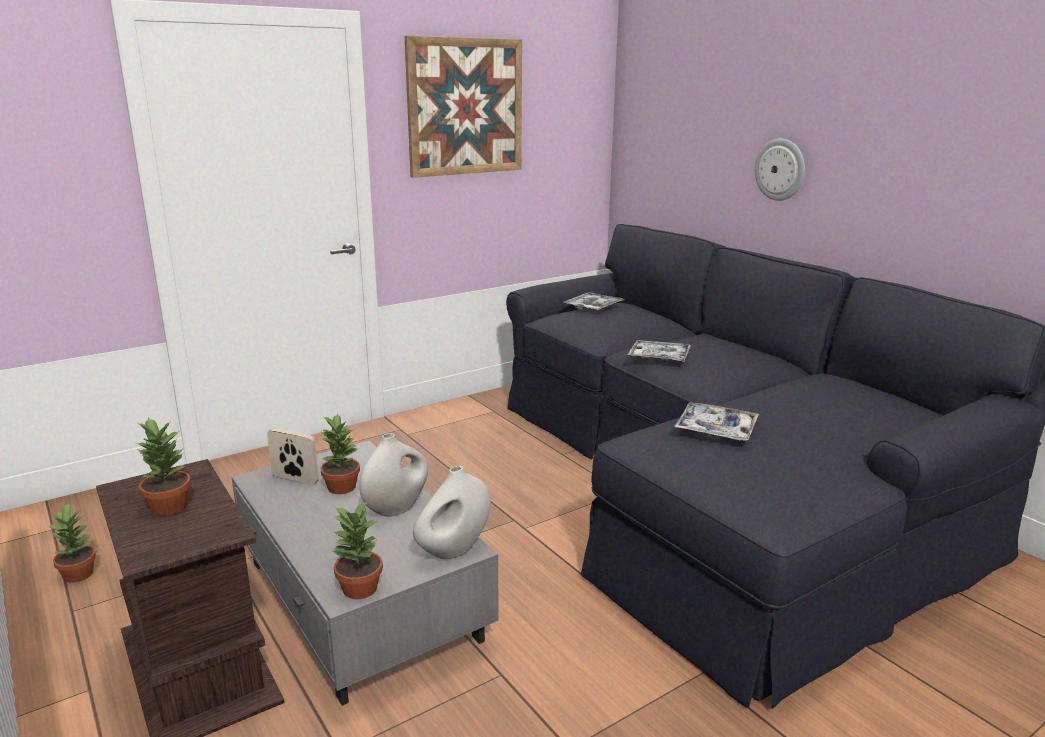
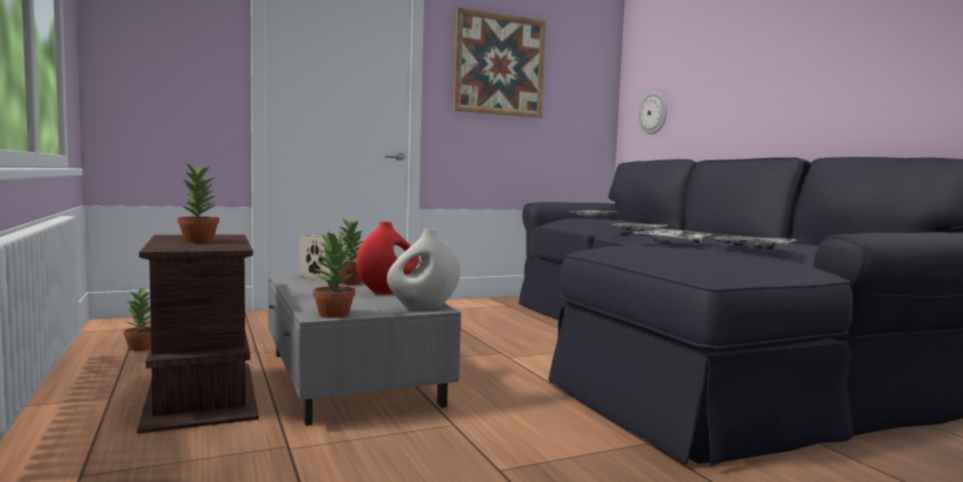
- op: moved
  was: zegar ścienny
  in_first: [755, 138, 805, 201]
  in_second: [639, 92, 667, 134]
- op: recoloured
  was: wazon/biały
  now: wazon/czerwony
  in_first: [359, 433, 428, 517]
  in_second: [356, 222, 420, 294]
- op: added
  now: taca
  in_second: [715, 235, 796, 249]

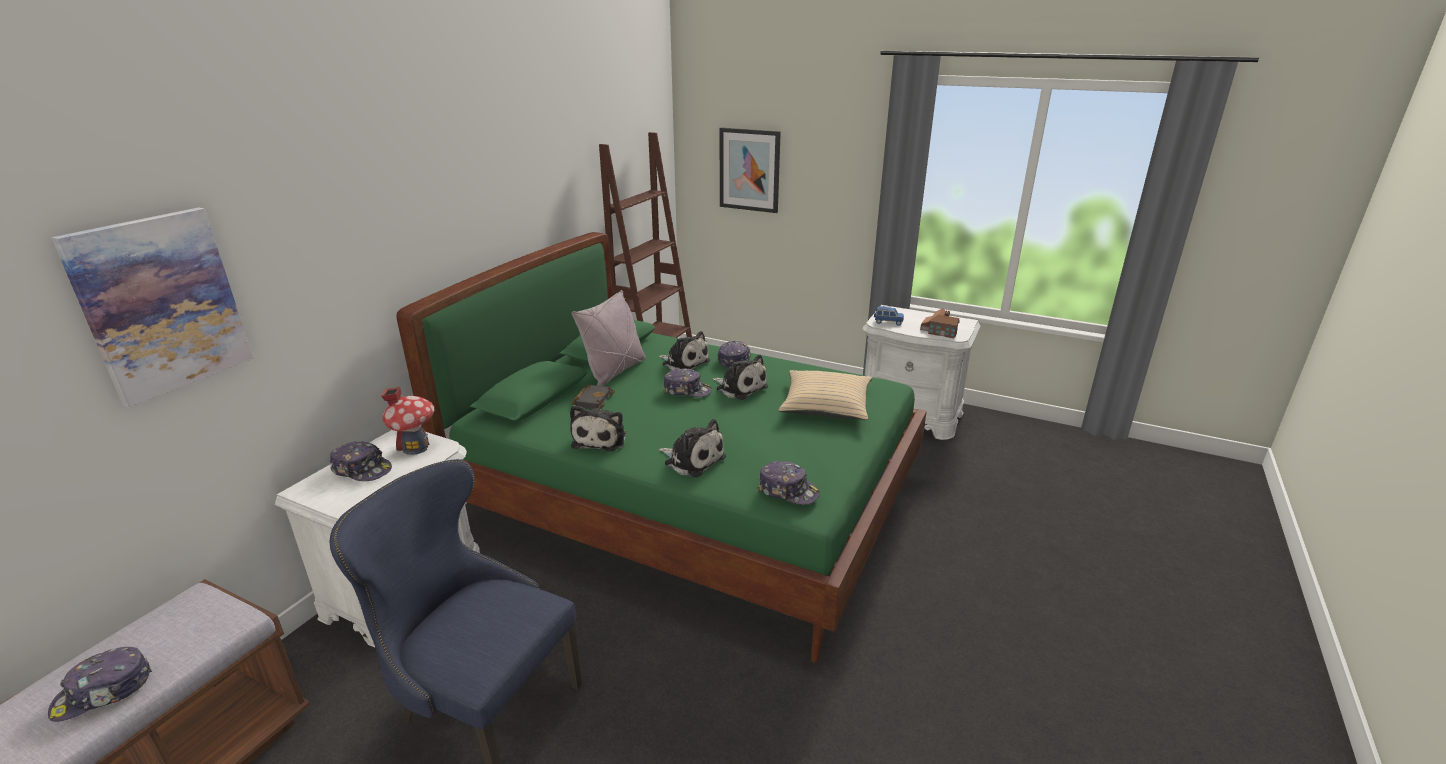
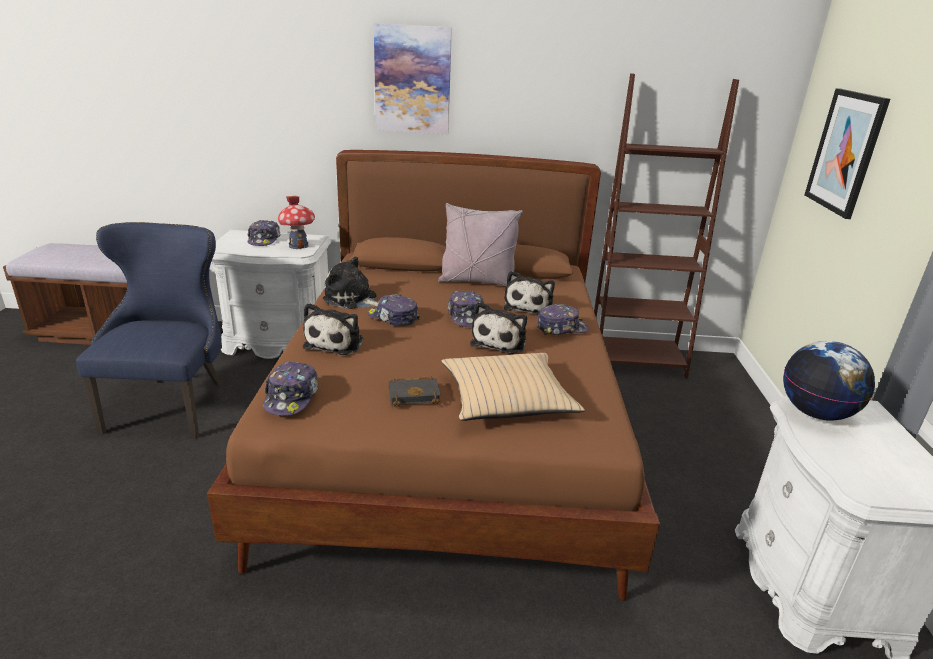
- op: moved
  was: obraz
  in_first: [51, 207, 253, 407]
  in_second: [374, 23, 452, 134]
- op: recoloured
  was: łóżko/zielony
  now: łóżko/brązowy
  in_first: [396, 232, 927, 663]
  in_second: [207, 150, 660, 601]
- op: replaced
  was: samochodzik/niebieski
  now: globus
  in_first: [874, 306, 904, 326]
  in_second: [783, 341, 875, 421]
- op: removed
  was: domek
  in_first: [920, 308, 960, 338]
- op: moved
  was: książka/czarny
  in_first: [572, 385, 615, 409]
  in_second: [389, 377, 441, 407]
- op: turned
  was: pluszak
  in_first: [570, 405, 626, 451]
  in_second: [323, 256, 378, 309]
  clockwise: 45
- op: moved
  was: czapka z daszkiem
  in_first: [48, 647, 152, 722]
  in_second: [368, 294, 420, 326]

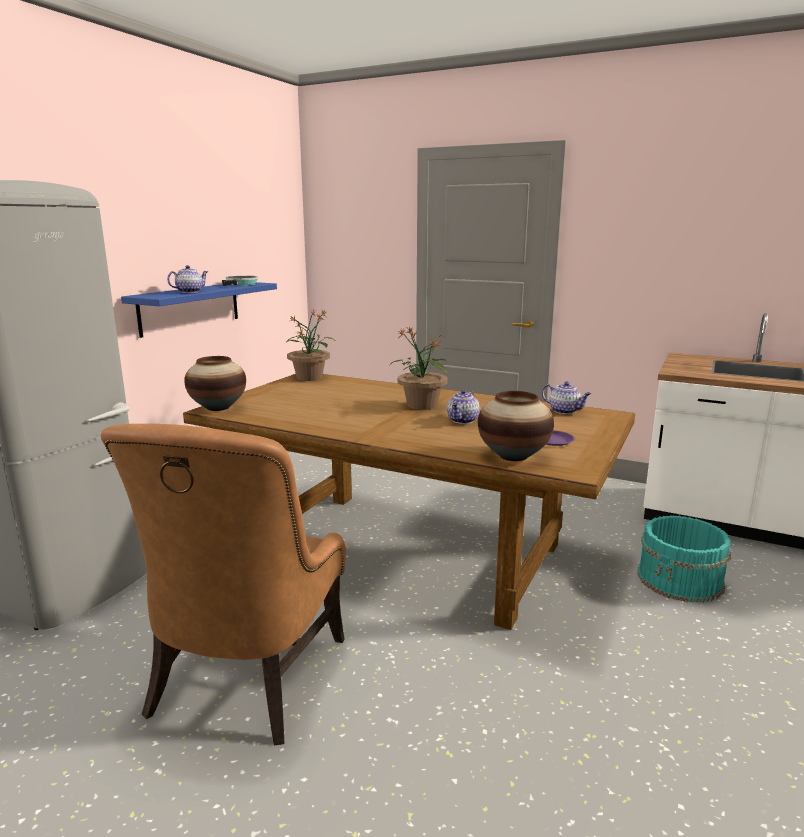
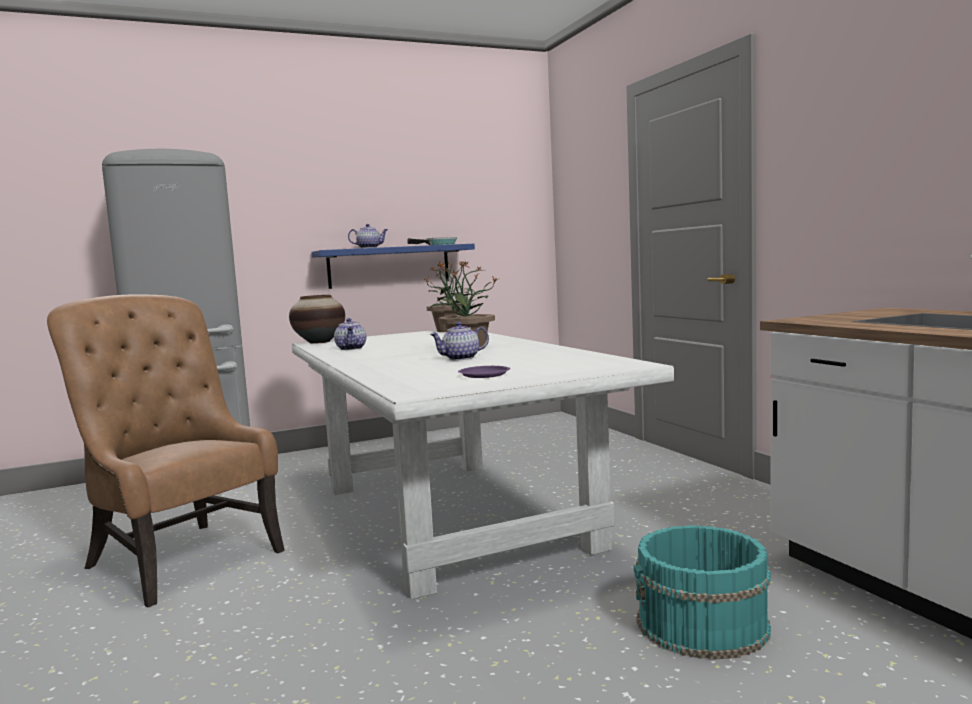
- op: recoloured
  was: stół jadalny/brązowy
  now: stół jadalny/biały
  in_first: [183, 374, 635, 630]
  in_second: [292, 330, 674, 599]
- op: moved
  was: imbryk
  in_first: [542, 382, 591, 414]
  in_second: [334, 318, 366, 350]
- op: removed
  was: wazon
  in_first: [478, 391, 554, 461]
- op: turned
  was: krzesło/brązowy
  in_first: [101, 424, 346, 746]
  in_second: [47, 294, 285, 608]
  clockwise: 75

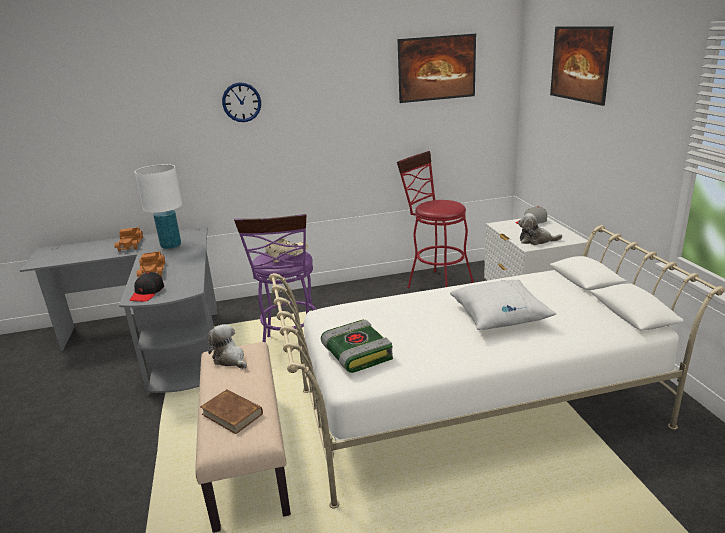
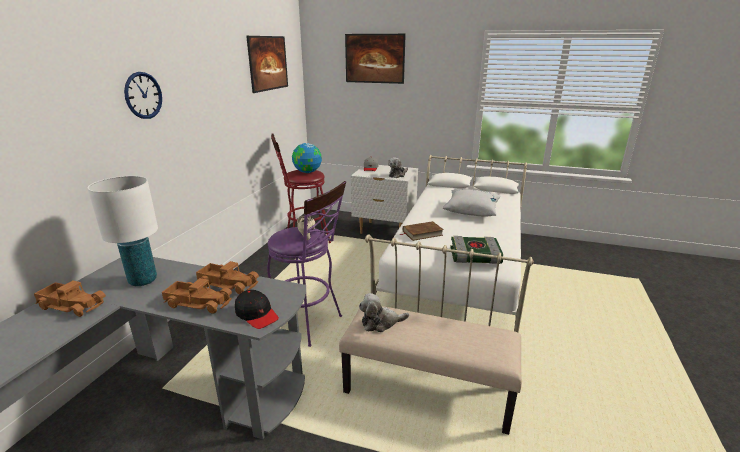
- op: moved
  was: książka/brązowy
  in_first: [200, 389, 263, 434]
  in_second: [399, 221, 444, 241]
- op: added
  now: globus
  in_second: [292, 143, 322, 173]
- op: added
  now: ciężarówka zabawkowa
  in_second: [196, 261, 259, 294]

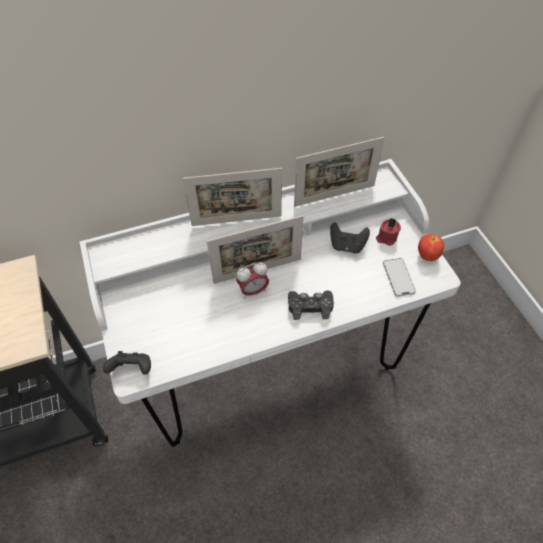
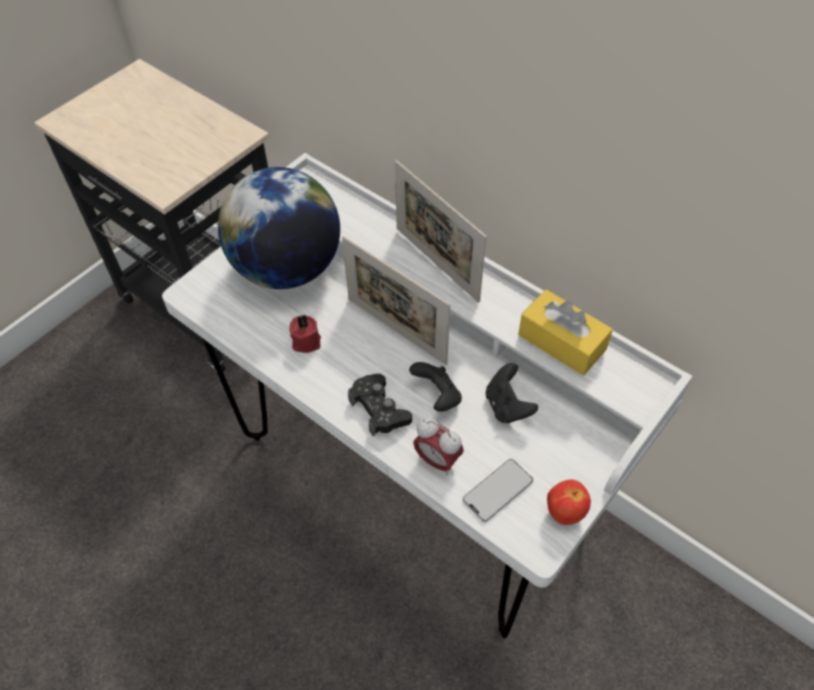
- op: replaced
  was: ramka na zdjęcie
  now: pudełko chusteczek/żółty
  in_first: [294, 137, 385, 207]
  in_second: [518, 290, 613, 376]
- op: moved
  was: świeca/czerwony
  in_first: [376, 218, 401, 246]
  in_second: [289, 314, 321, 353]
- op: moved
  was: budzik
  in_first: [236, 262, 269, 298]
  in_second: [413, 418, 464, 475]
- op: moved
  was: pad do gier/czarny
  in_first: [103, 351, 151, 375]
  in_second: [409, 362, 462, 412]
- op: added
  now: globus
  in_second: [218, 167, 340, 289]

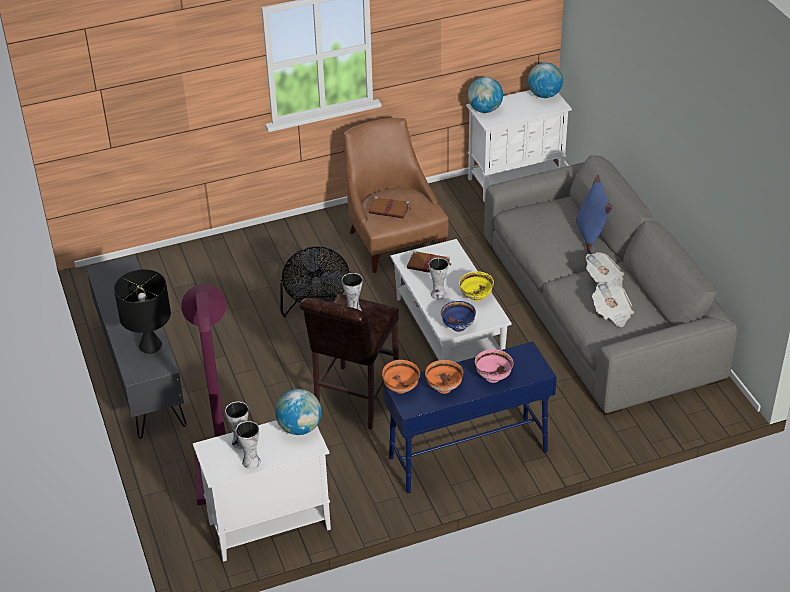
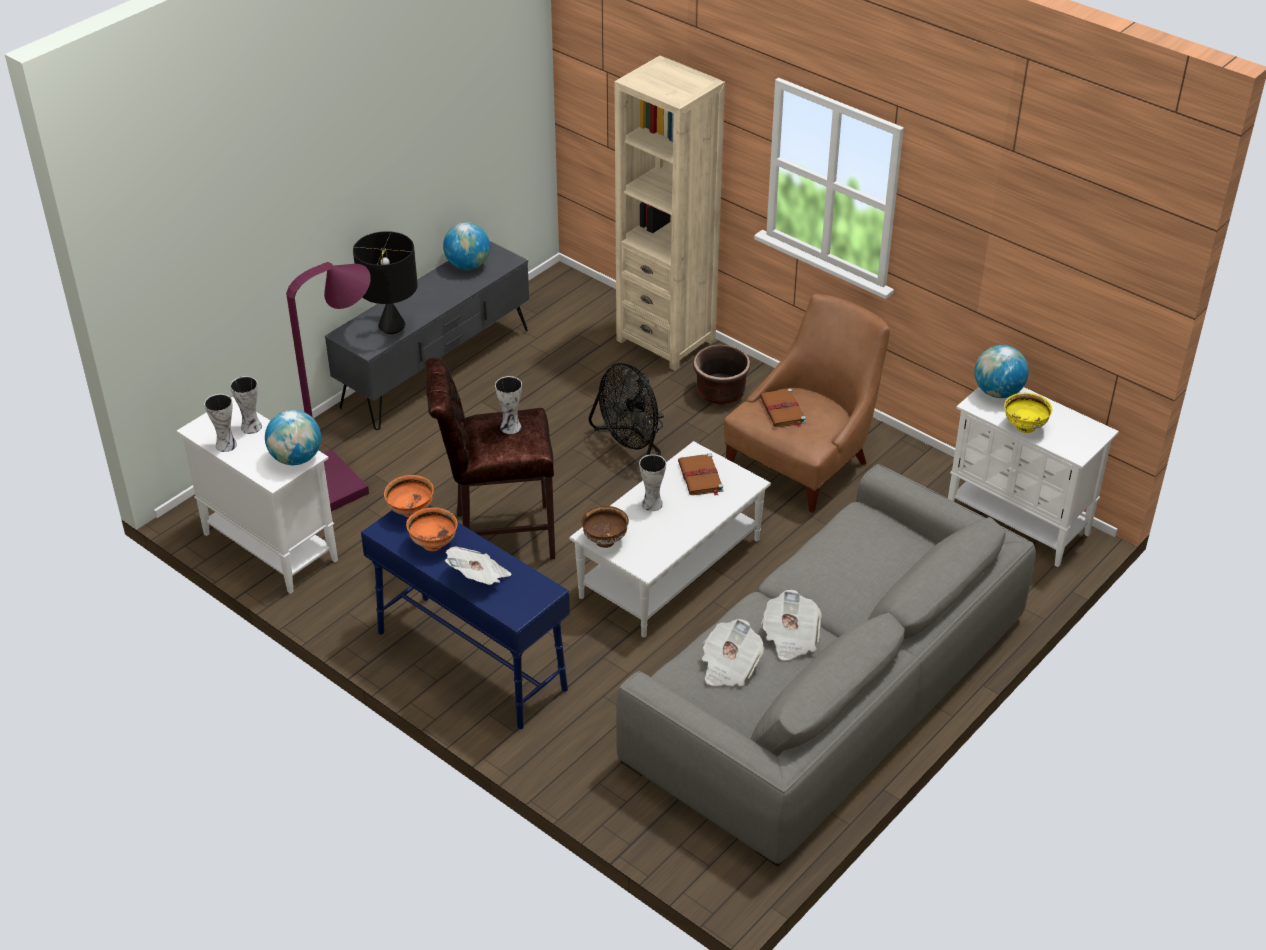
- op: moved
  was: globus
  in_first: [528, 63, 563, 98]
  in_second: [443, 222, 490, 270]
- op: removed
  was: poduszka/niebieski
  in_first: [576, 175, 613, 253]
- op: moved
  was: miska/żółty
  in_first: [459, 271, 494, 301]
  in_second: [1004, 393, 1052, 433]
- op: recoloured
  was: miska/niebieski
  now: miska/brązowy
  in_first: [441, 301, 476, 332]
  in_second: [581, 506, 629, 548]
- op: replaced
  was: miska/różowy
  now: gazeta
  in_first: [475, 349, 514, 383]
  in_second: [445, 546, 512, 585]
- op: added
  now: regał/beżowy
  in_second: [615, 56, 725, 370]
- op: added
  now: donica/brązowy
  in_second: [693, 344, 750, 405]

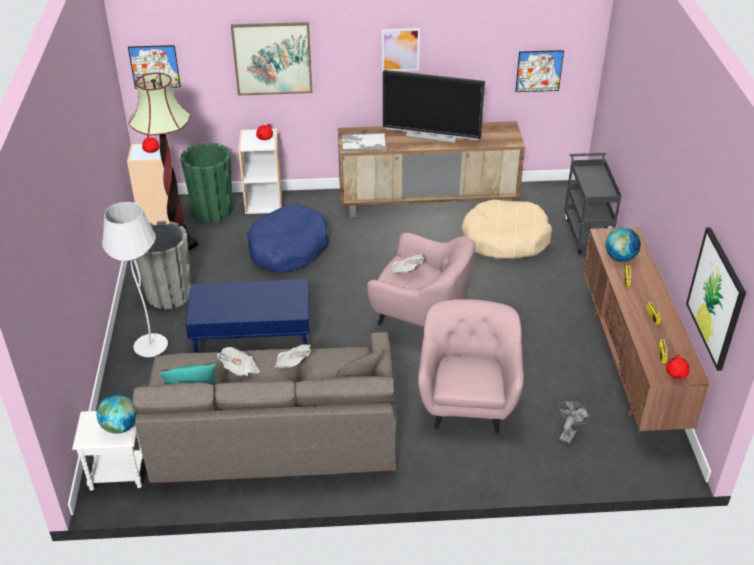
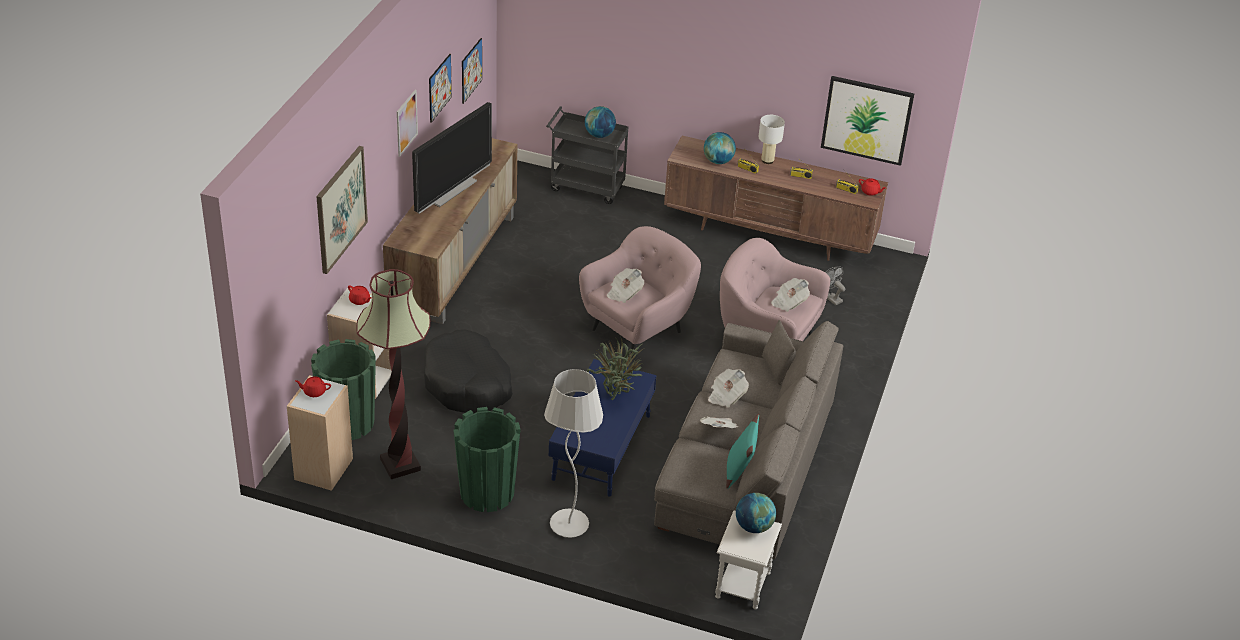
- op: moved
  was: obraz
  in_first: [128, 45, 181, 89]
  in_second: [429, 54, 452, 123]
- op: removed
  was: taca
  in_first: [342, 133, 386, 151]
- op: removed
  was: legowisko/beżowy
  in_first: [461, 200, 552, 259]
- op: recoloured
  was: legowisko/niebieski
  now: legowisko/czarny
  in_first: [247, 204, 329, 273]
  in_second: [424, 329, 513, 414]
- op: recoloured
  was: donica/szary
  now: donica/zielony
  in_first: [136, 221, 191, 309]
  in_second: [453, 407, 521, 512]
- op: added
  now: globus
  in_second: [585, 106, 616, 138]
- op: added
  now: lampa stołowa/biały
  in_second: [759, 115, 785, 164]
- op: added
  now: gazeta
  in_second: [771, 278, 810, 312]
- op: added
  now: roślina doniczkowa
  in_second: [587, 337, 646, 400]

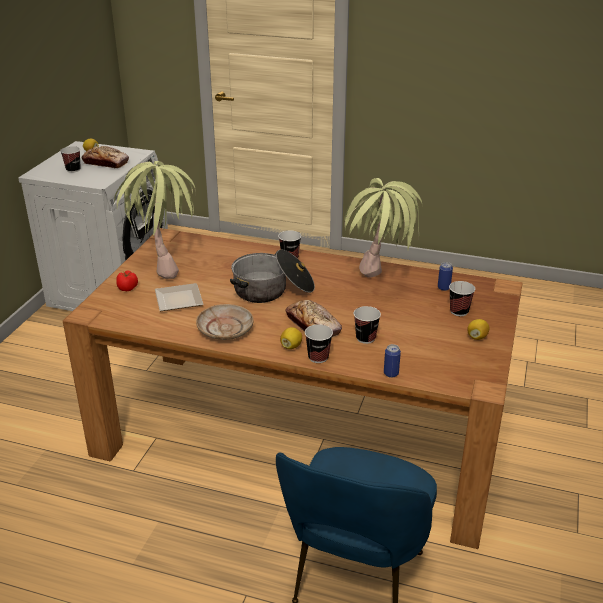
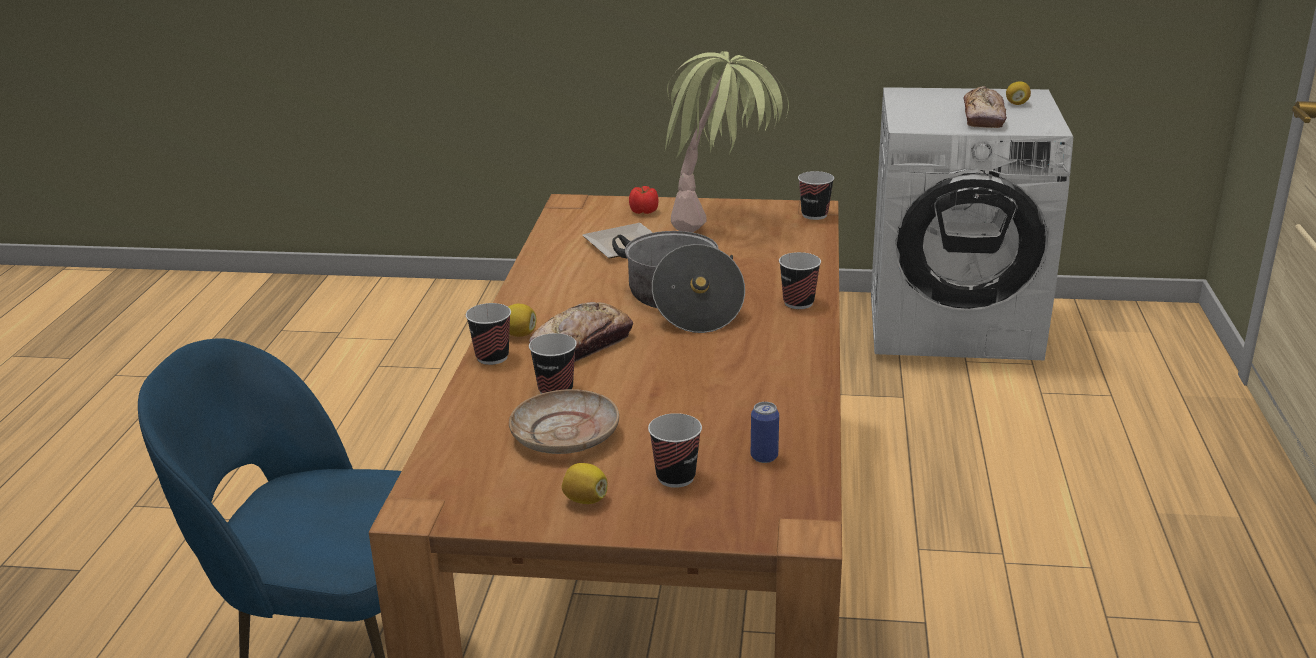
- op: moved
  was: filiżanka
  in_first: [60, 146, 81, 173]
  in_second: [798, 171, 834, 220]
- op: removed
  was: roślina doniczkowa
  in_first: [344, 178, 422, 278]
- op: moved
  was: talerz/beżowy
  in_first: [196, 304, 254, 340]
  in_second: [509, 389, 619, 454]
- op: removed
  was: puszka
  in_first: [384, 344, 401, 378]

